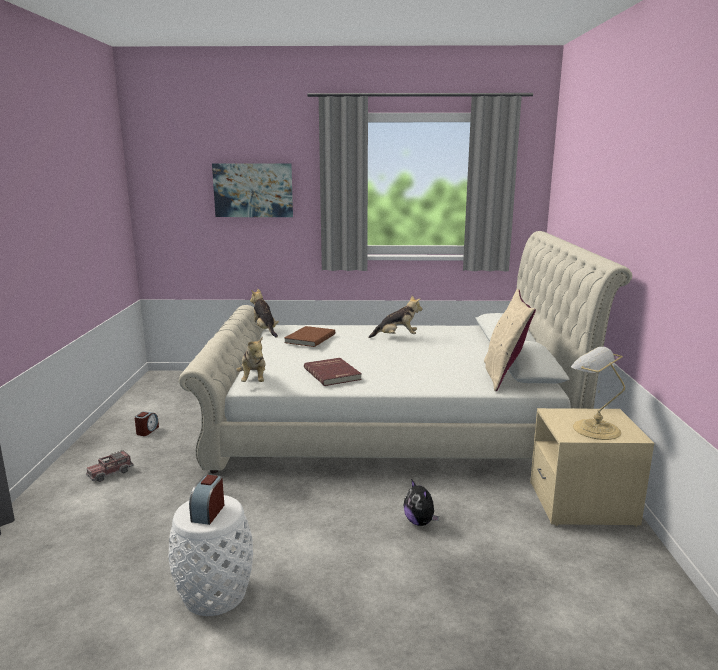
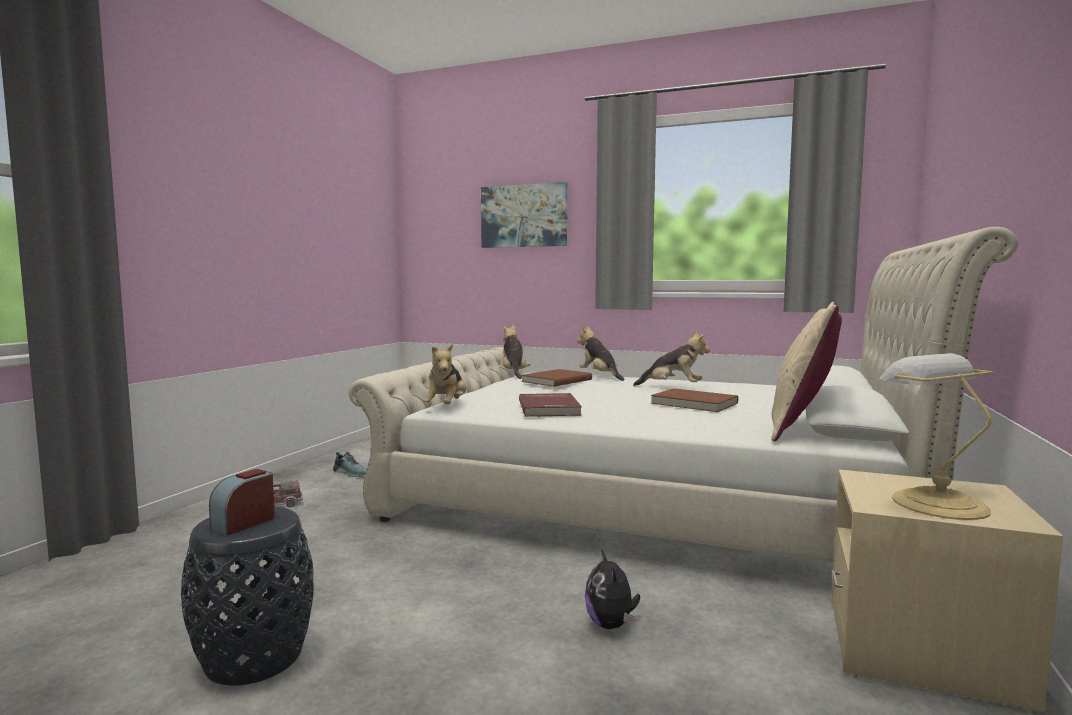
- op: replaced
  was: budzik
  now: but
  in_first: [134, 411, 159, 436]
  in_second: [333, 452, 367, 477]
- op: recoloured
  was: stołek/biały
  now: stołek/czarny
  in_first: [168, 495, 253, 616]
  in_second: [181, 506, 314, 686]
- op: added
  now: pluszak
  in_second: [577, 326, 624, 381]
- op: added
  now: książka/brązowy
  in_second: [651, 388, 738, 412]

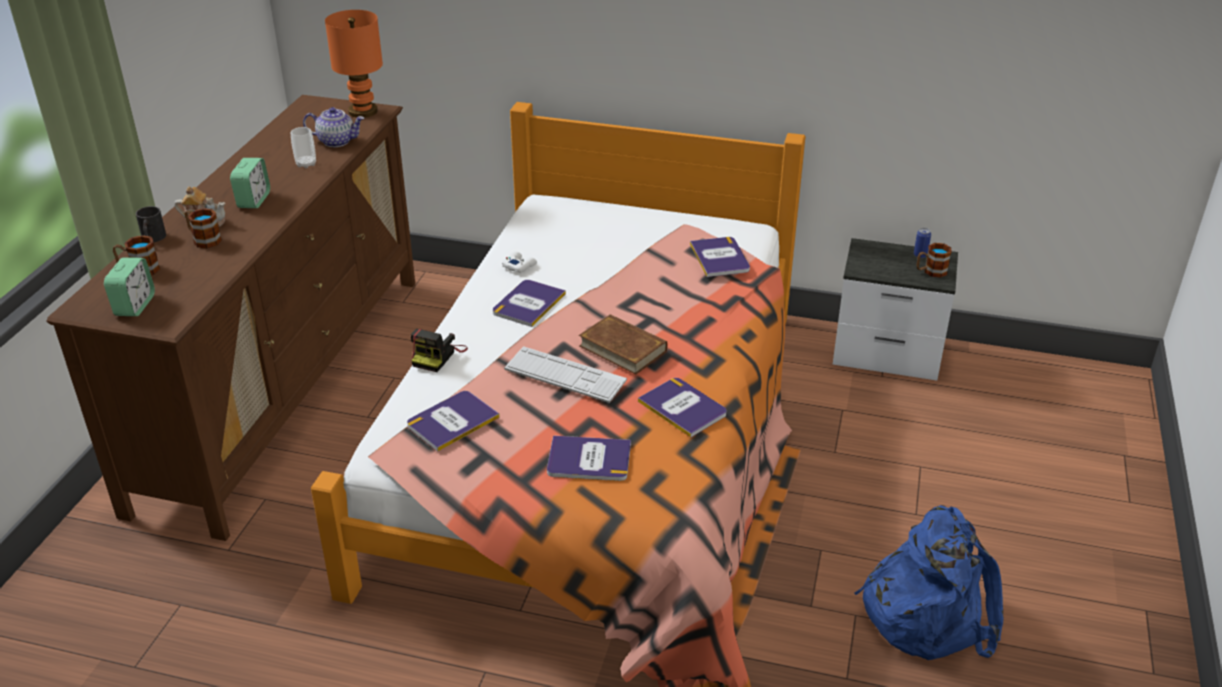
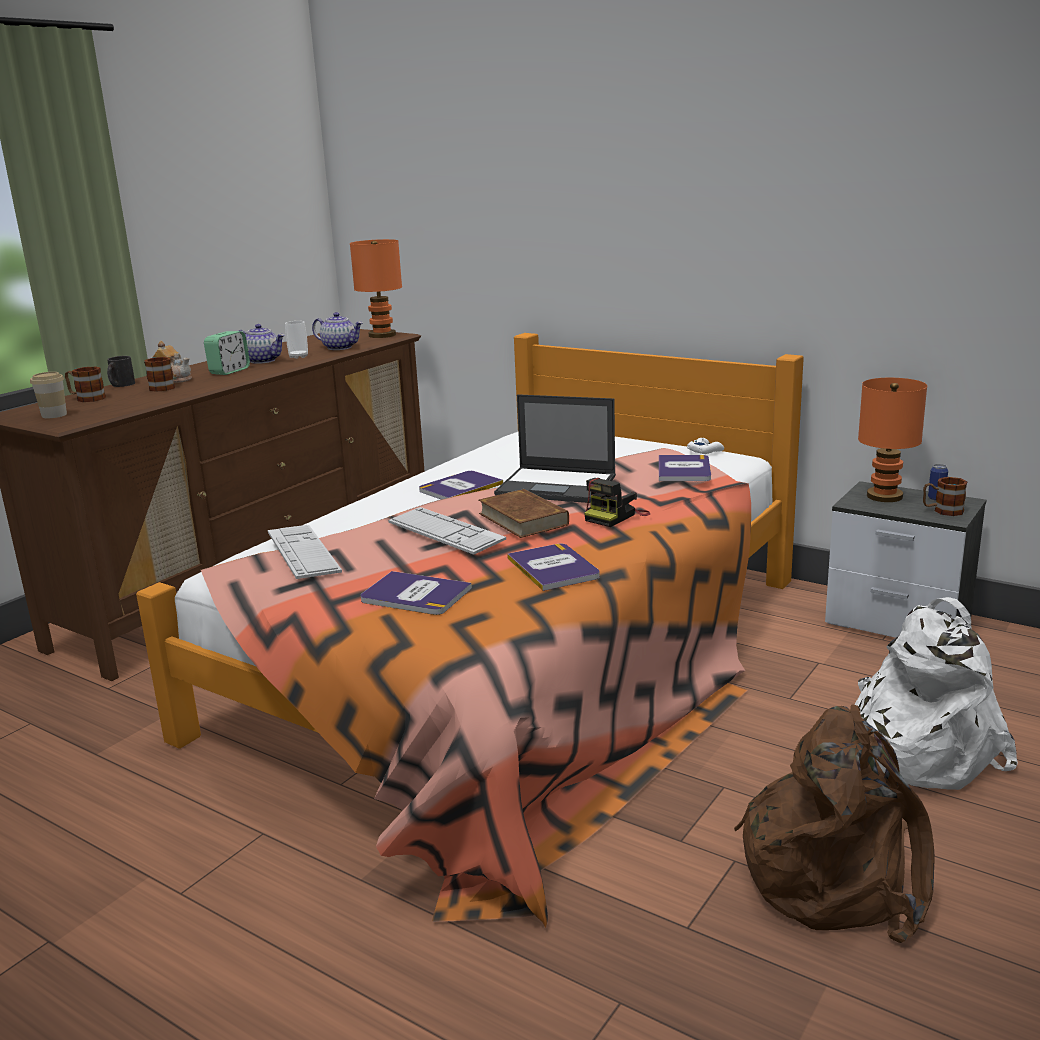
- op: moved
  was: pad do gier/biały
  in_first: [502, 251, 537, 273]
  in_second: [687, 438, 724, 454]
- op: replaced
  was: budzik
  now: filiżanka
  in_first: [104, 257, 155, 316]
  in_second: [30, 372, 67, 418]
- op: moved
  was: aparat fotograficzny
  in_first: [410, 329, 468, 372]
  in_second: [584, 478, 651, 527]
- op: replaced
  was: książka
  now: klawiatura
  in_first: [407, 391, 500, 451]
  in_second: [268, 525, 342, 579]
- op: recoloured
  was: plecak/niebieski
  now: plecak/brązowy
  in_first: [854, 505, 1003, 660]
  in_second: [734, 704, 935, 943]
- op: added
  now: imbryk
  in_second: [238, 324, 285, 364]
- op: added
  now: lampa stołowa/pomarańczowy
  in_second: [858, 378, 927, 502]
- op: added
  now: laptop
  in_second: [494, 394, 616, 503]
- op: added
  now: plecak/biały
  in_second: [854, 597, 1018, 790]

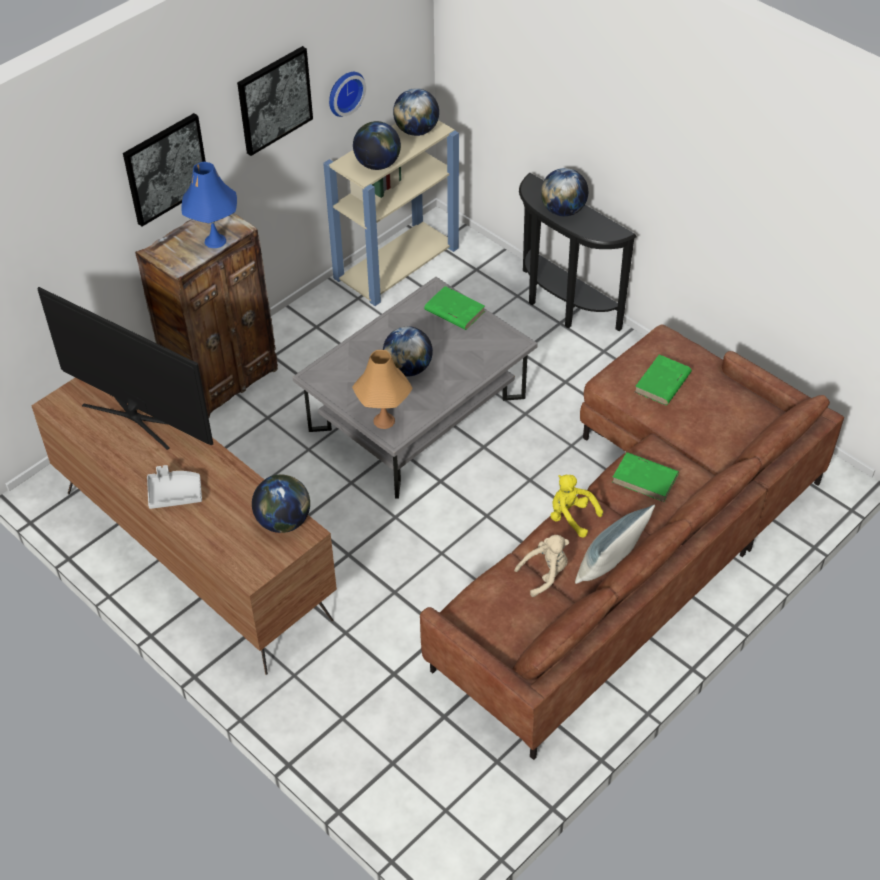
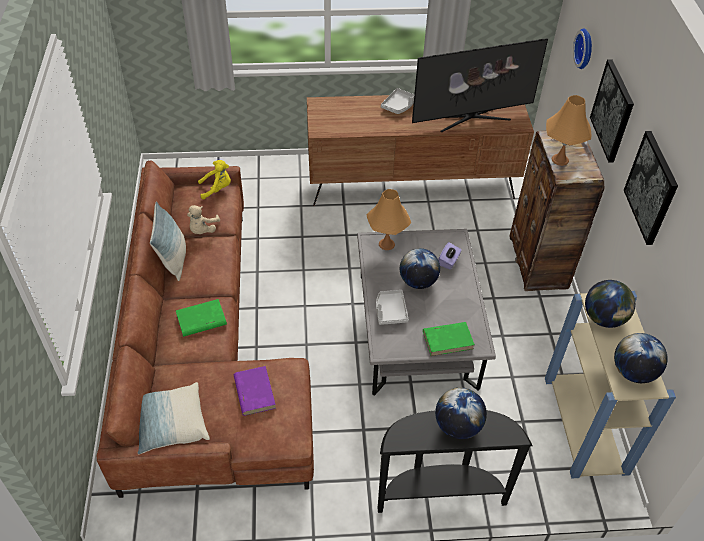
- op: moved
  was: zegar ścienny
  in_first: [329, 72, 366, 117]
  in_second: [573, 28, 592, 69]
- op: recoloured
  was: lampa stołowa/niebieski
  now: lampa stołowa/pomarańczowy
  in_first: [181, 162, 237, 248]
  in_second: [546, 95, 591, 166]
- op: recoloured
  was: książka/zielony
  now: książka/fioletowy
  in_first: [635, 354, 692, 405]
  in_second: [234, 366, 276, 416]
- op: removed
  was: globus
  in_first: [252, 475, 310, 533]
- op: moved
  was: pluszak/żółty
  in_first: [550, 475, 603, 537]
  in_second: [198, 160, 231, 199]
- op: added
  now: pudełko chusteczek/fioletowy
  in_second: [439, 242, 462, 270]
- op: added
  now: taca/szary
  in_second: [376, 290, 409, 325]
- op: added
  now: poduszka
  in_second: [138, 382, 210, 454]

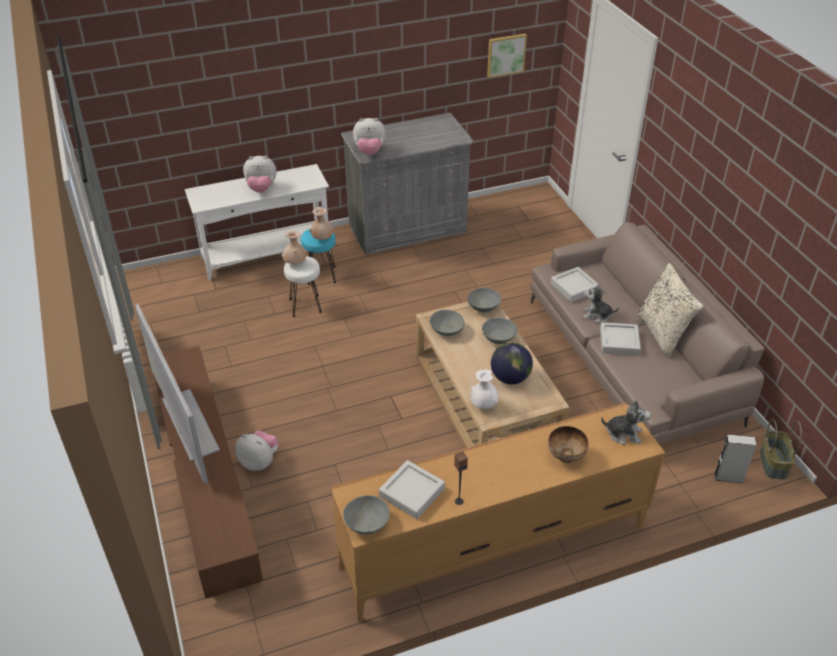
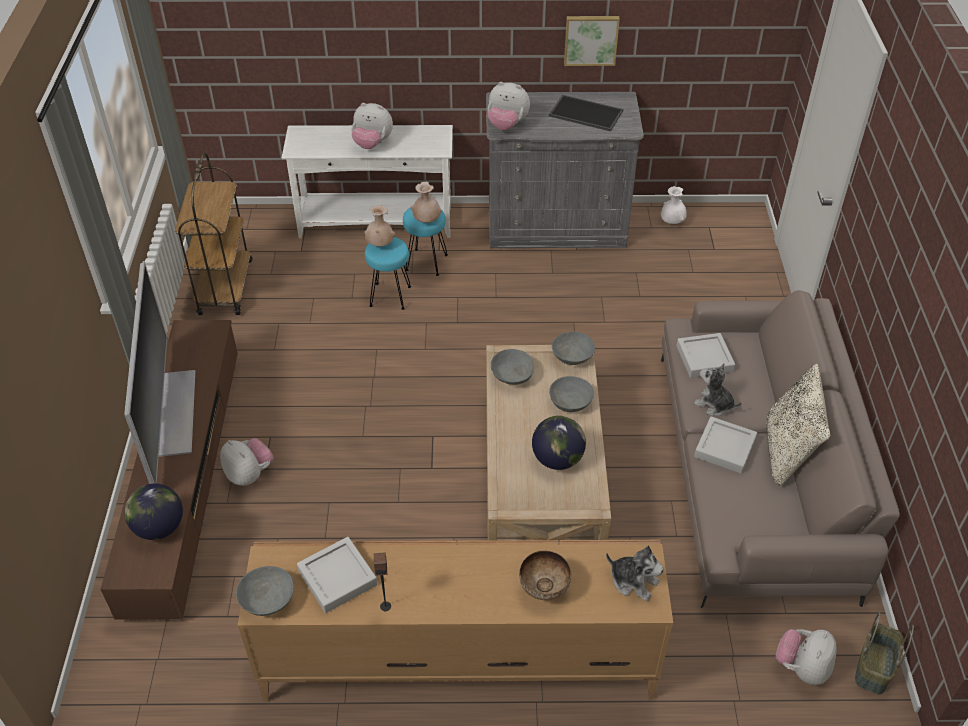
- op: moved
  was: obraz
  in_first: [487, 34, 527, 78]
  in_second: [564, 16, 620, 66]
- op: recoloured
  was: stołek/biały
  now: stołek/turkusowy
  in_first: [284, 256, 322, 317]
  in_second: [365, 237, 411, 310]
- op: moved
  was: wazon/biały
  in_first: [471, 369, 499, 409]
  in_second: [661, 186, 687, 224]
- op: replaced
  was: głośnik/szary
  now: pluszak
  in_first: [714, 434, 757, 483]
  in_second: [775, 629, 837, 685]
- op: added
  now: taca
  in_second: [549, 95, 623, 131]
- op: added
  now: wózek/brązowy
  in_second: [175, 153, 252, 315]
- op: added
  now: globus
  in_second: [124, 484, 183, 540]

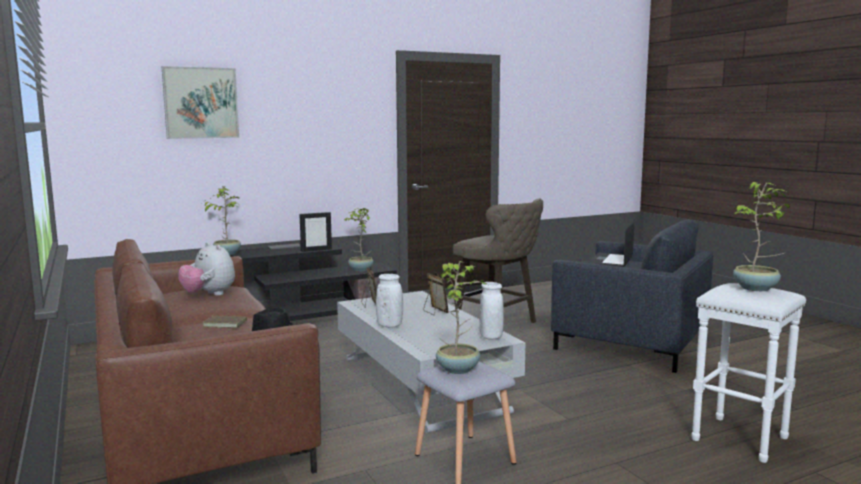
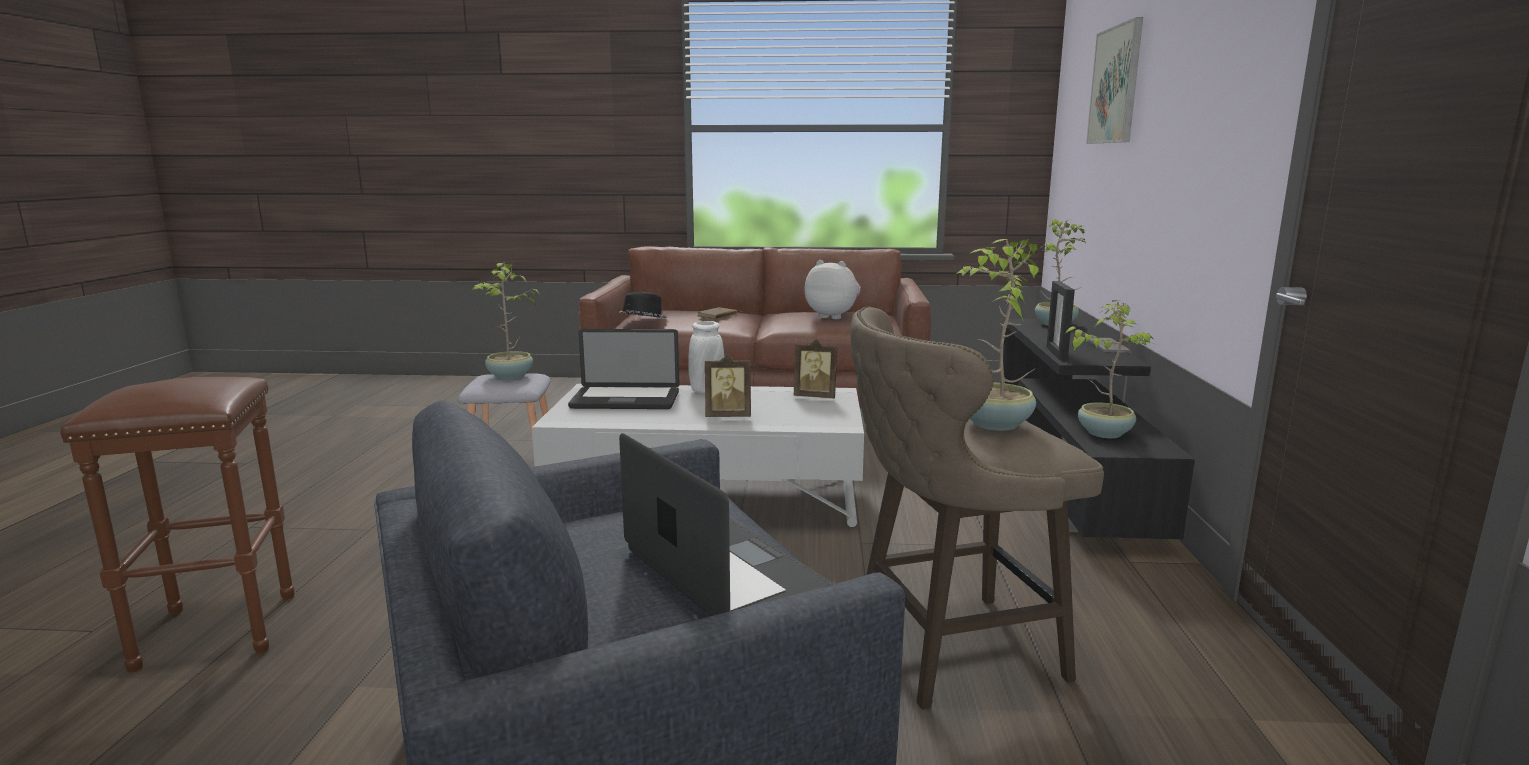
- op: moved
  was: roślina doniczkowa
  in_first: [732, 182, 790, 291]
  in_second: [956, 239, 1039, 431]
- op: turned
  was: pluszak
  in_first: [178, 242, 235, 296]
  in_second: [805, 260, 861, 319]
  clockwise: 45
- op: removed
  was: wazon/biały
  in_first: [480, 282, 504, 339]
- op: recoloured
  was: stołek/biały
  now: stołek/brązowy
  in_first: [691, 283, 806, 463]
  in_second: [60, 377, 294, 672]
- op: added
  now: laptop
  in_second: [568, 329, 680, 409]

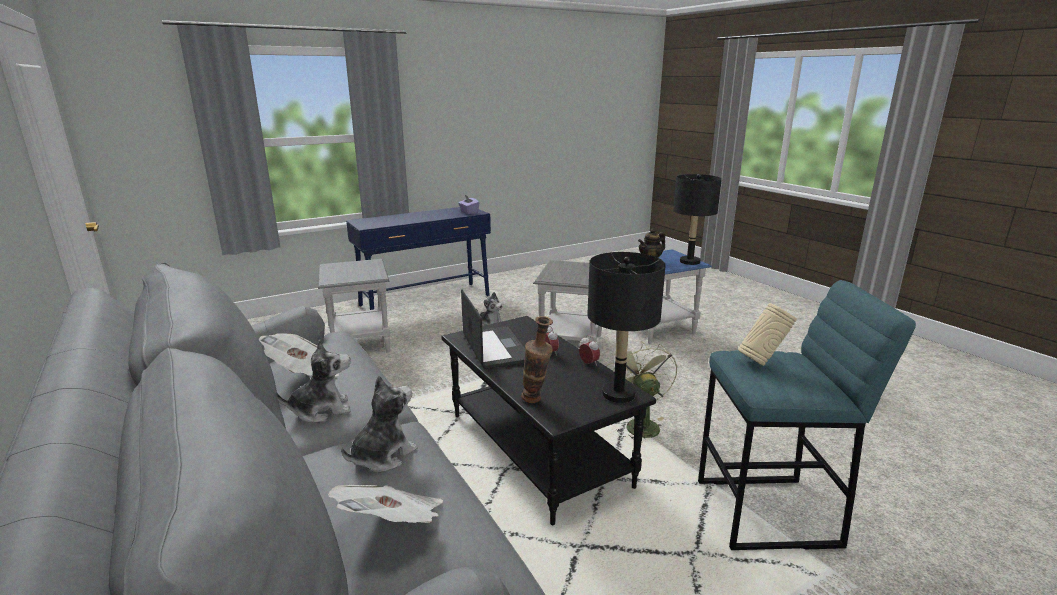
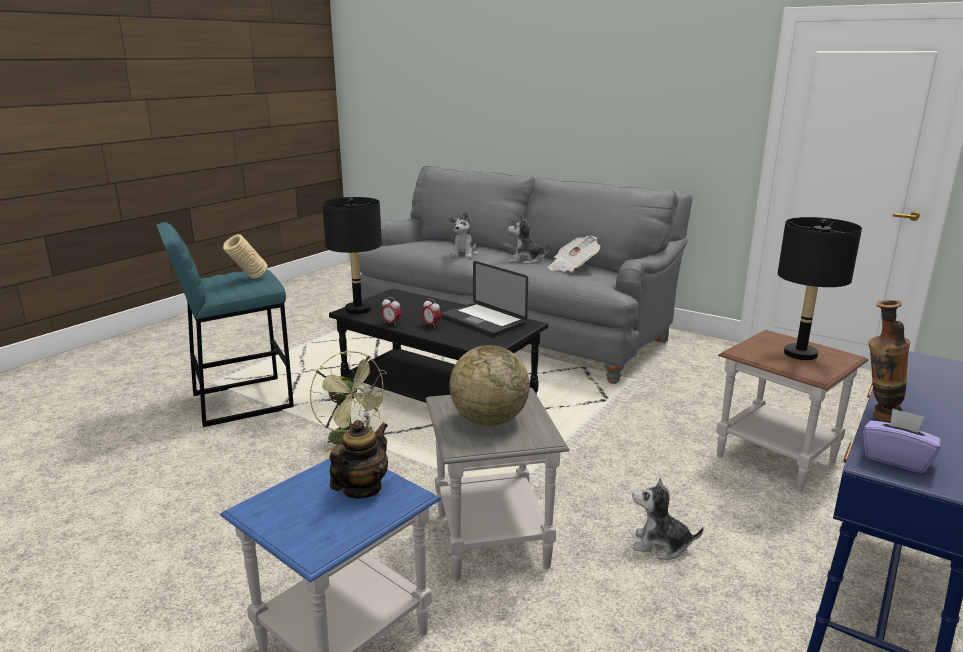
- op: moved
  was: lampa stołowa/czarny
  in_first: [673, 174, 722, 265]
  in_second: [778, 217, 862, 360]
- op: recoloured
  was: stolik/szary
  now: stolik/brązowy
  in_first: [318, 259, 390, 353]
  in_second: [716, 330, 869, 491]
- op: moved
  was: wazon
  in_first: [521, 316, 553, 403]
  in_second: [868, 300, 910, 421]
- op: turned
  was: pluszak
  in_first: [276, 339, 351, 423]
  in_second: [508, 217, 551, 264]
  clockwise: 60
- op: removed
  was: gazeta
  in_first: [328, 485, 443, 523]
- op: added
  now: globus
  in_second: [449, 345, 530, 426]

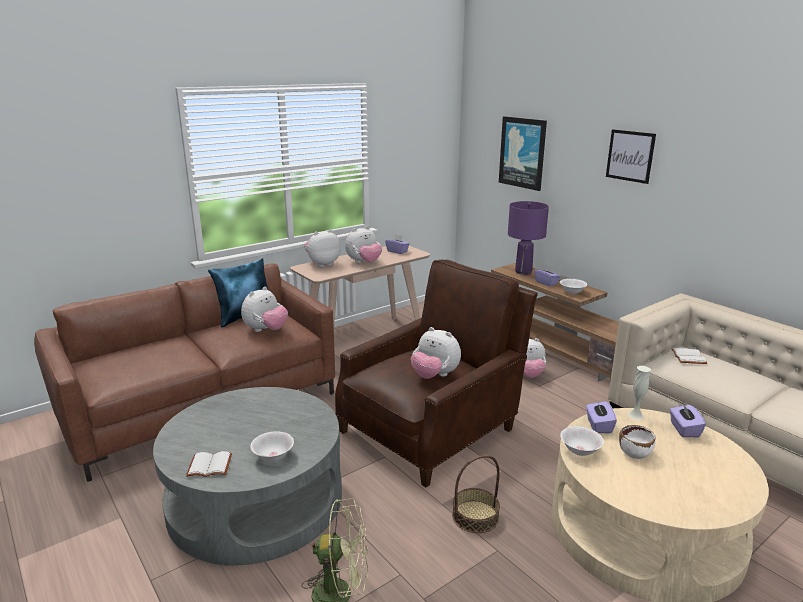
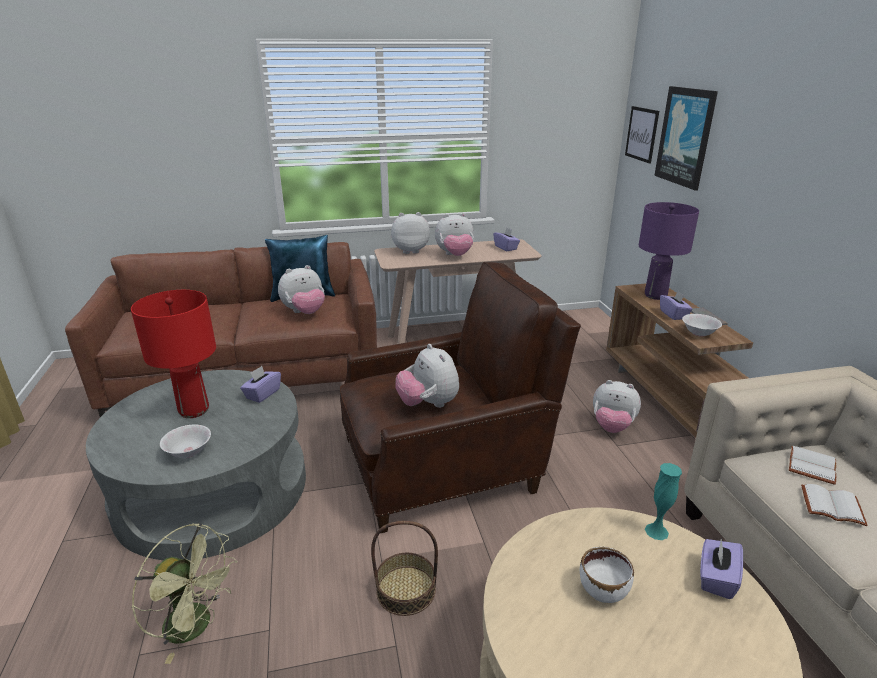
- op: moved
  was: obraz
  in_first: [606, 129, 656, 184]
  in_second: [625, 106, 659, 163]
- op: recoloured
  was: wazon/biały
  now: wazon/turkusowy
  in_first: [628, 366, 651, 420]
  in_second: [645, 463, 682, 540]
- op: moved
  was: pudełko chusteczek/fioletowy
  in_first: [586, 399, 617, 434]
  in_second: [240, 366, 281, 403]
- op: removed
  was: miska/biały
  in_first: [560, 426, 604, 456]
- op: moved
  was: książka/biały
  in_first: [186, 451, 232, 477]
  in_second: [801, 484, 868, 526]
- op: added
  now: lampa stołowa/czerwony
  in_second: [131, 290, 216, 418]

